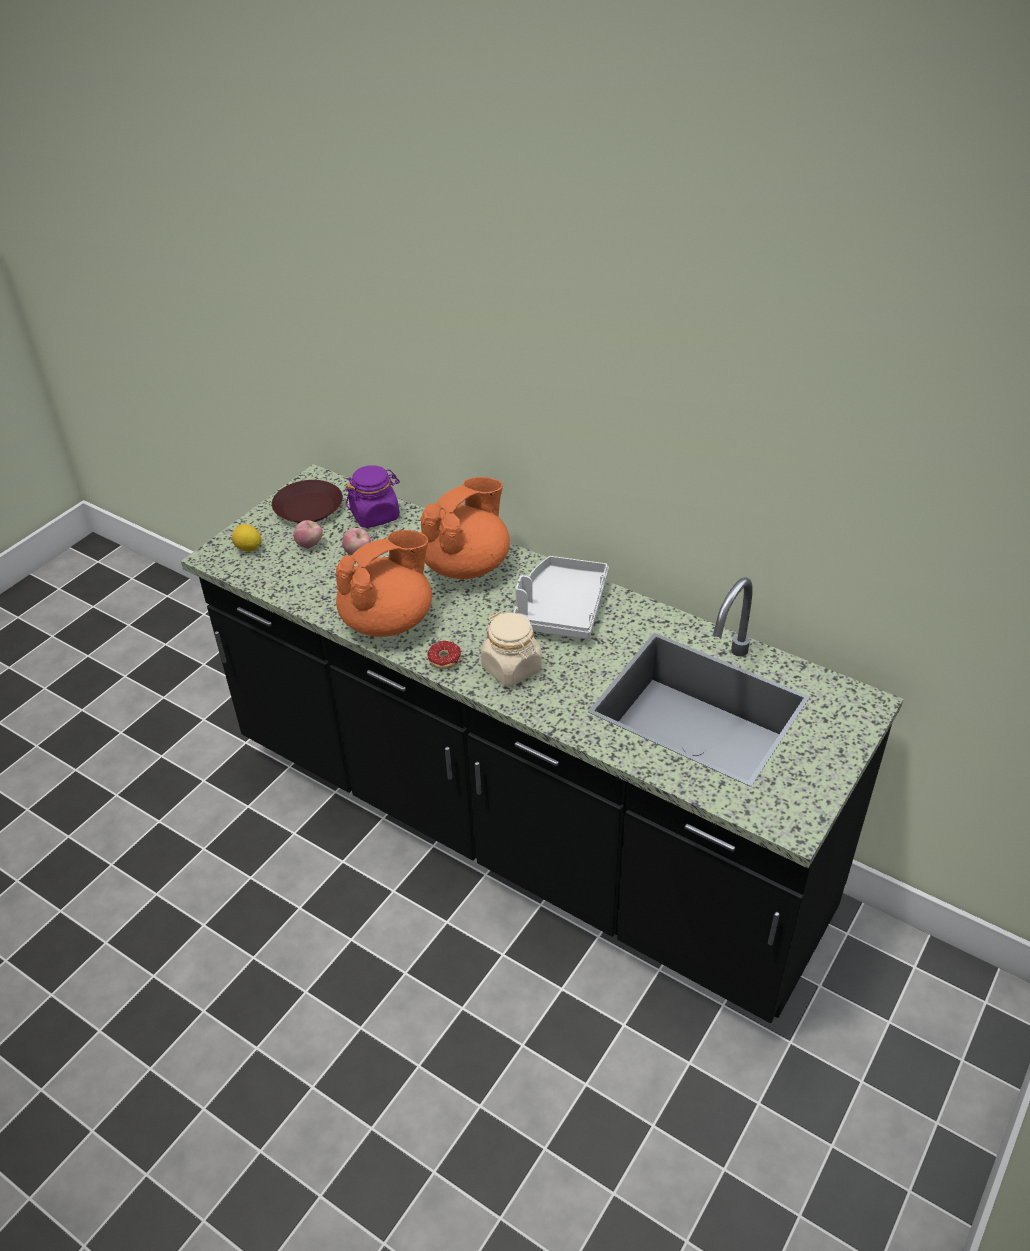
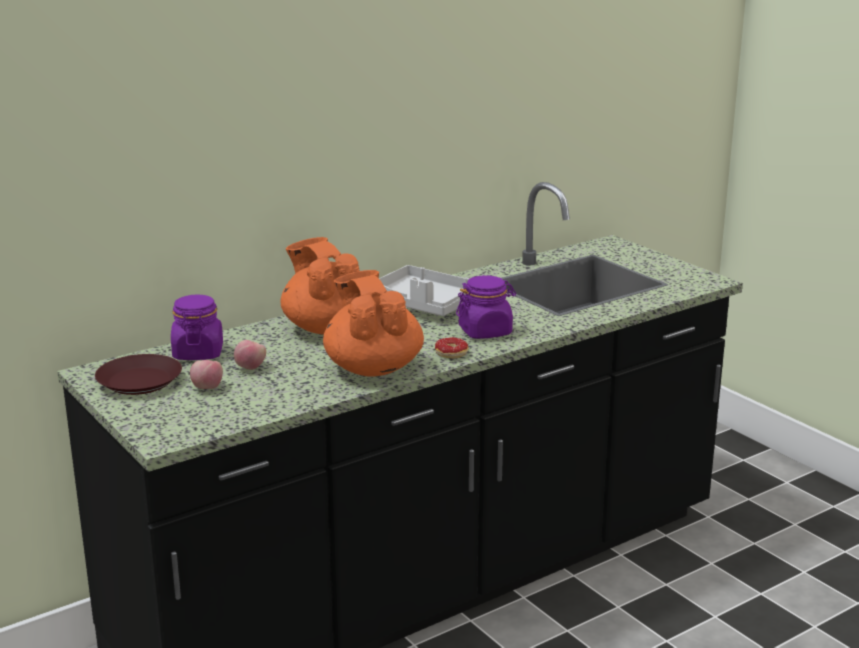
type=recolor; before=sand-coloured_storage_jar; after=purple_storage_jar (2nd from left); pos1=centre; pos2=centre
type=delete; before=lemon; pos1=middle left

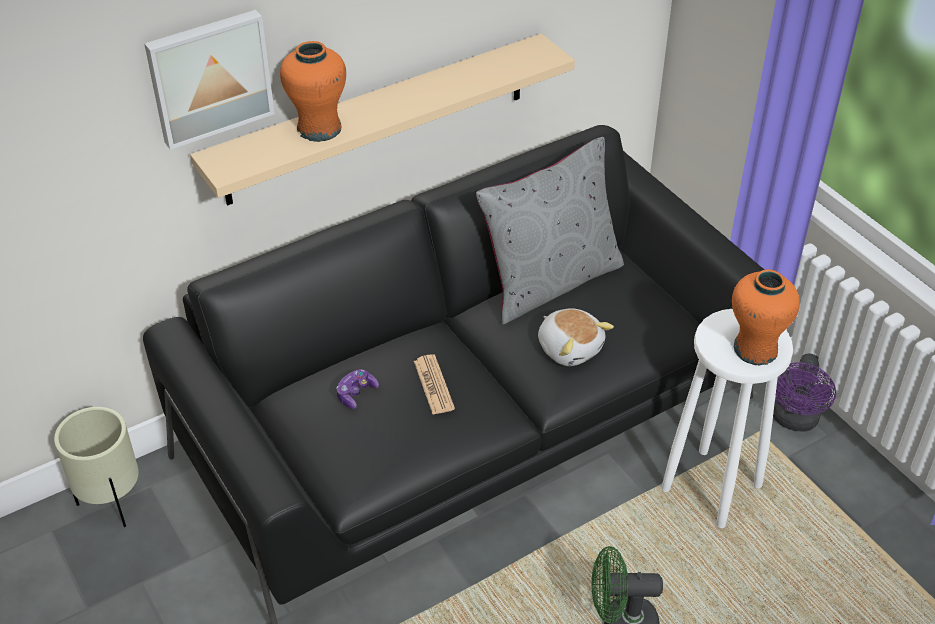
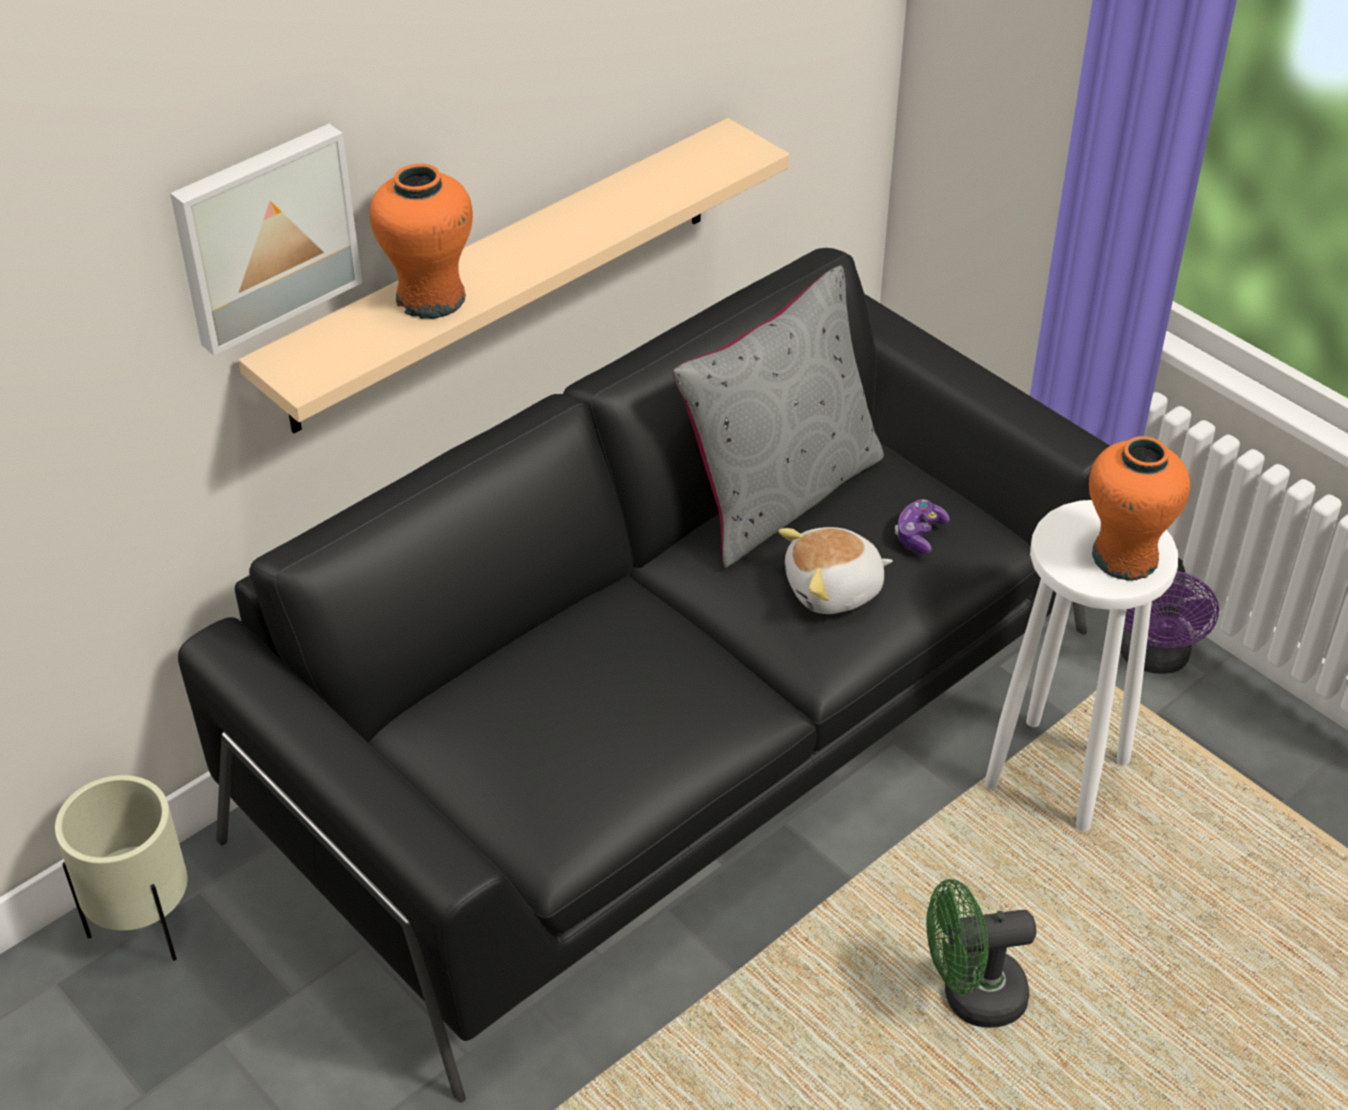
type=rotate; before=plush_toy; pos1=centre; pos2=centre; turn=120
type=move; before=game_controller; pos1=centre; pos2=middle right
type=delete; before=printed_paper; pos1=centre

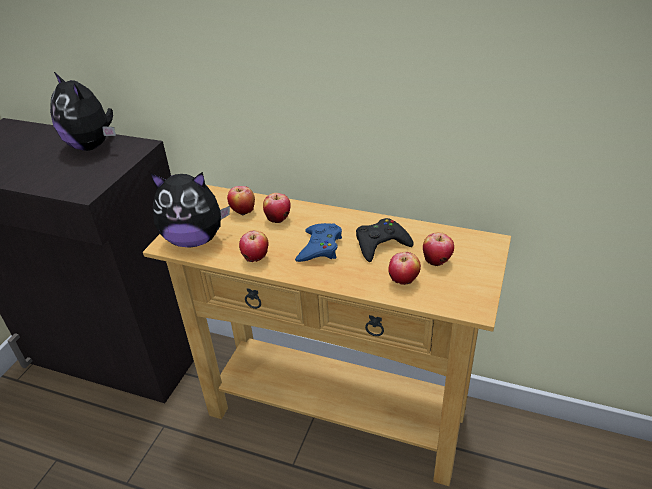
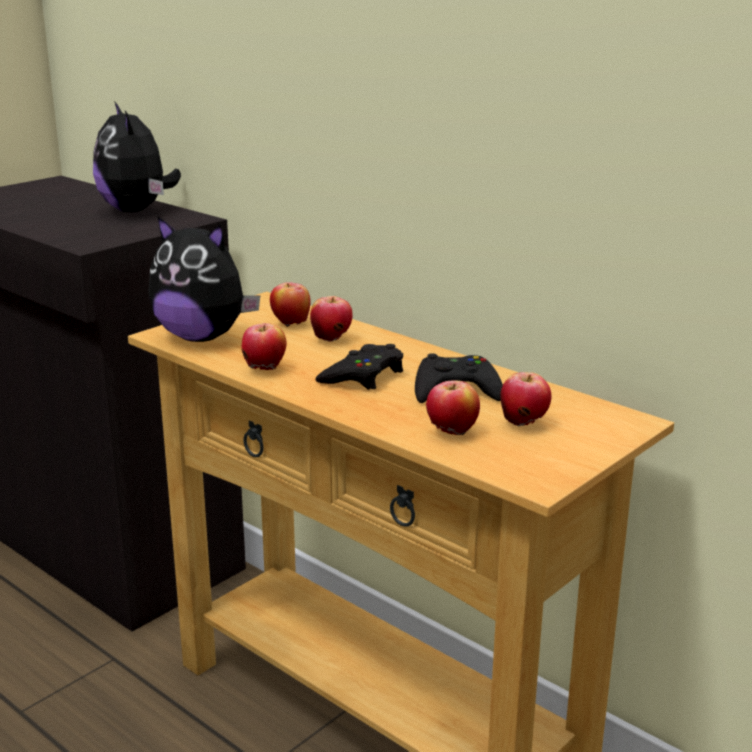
type=recolor; before=bluish_game_controller; after=black-coloured_game_controller (1st from left); pos1=centre; pos2=centre

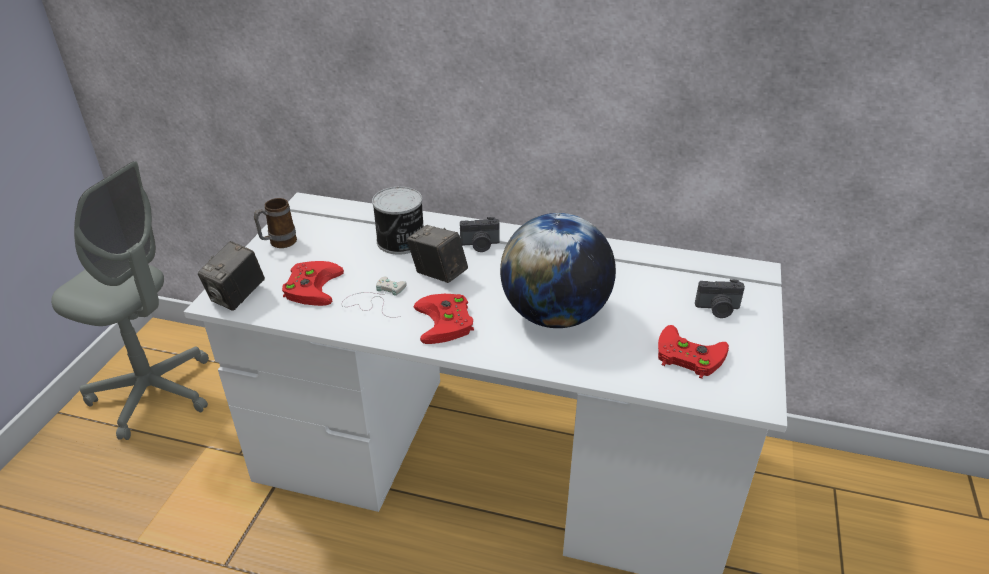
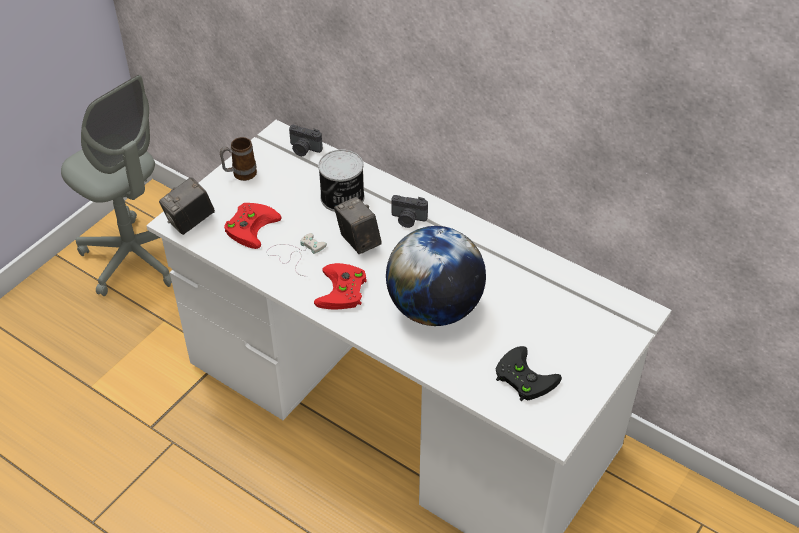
type=move; before=photo_camera (4th from left in the first image); after=photo_camera (2nd from left); pos1=middle right; pos2=top centre
type=recolor; before=reddish_game_controller (3rd from left); after=black-coloured_game_controller; pos1=middle right; pos2=bottom centre

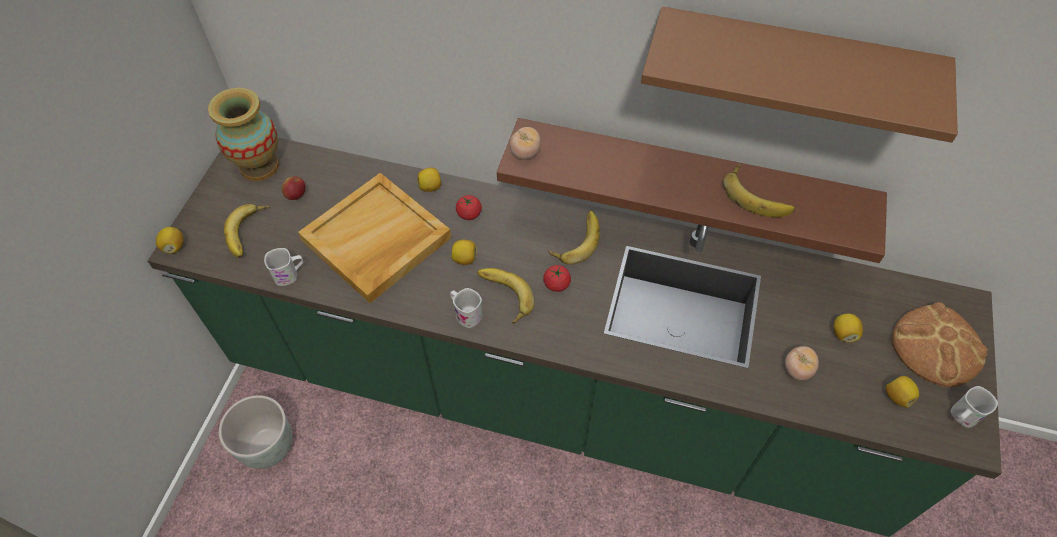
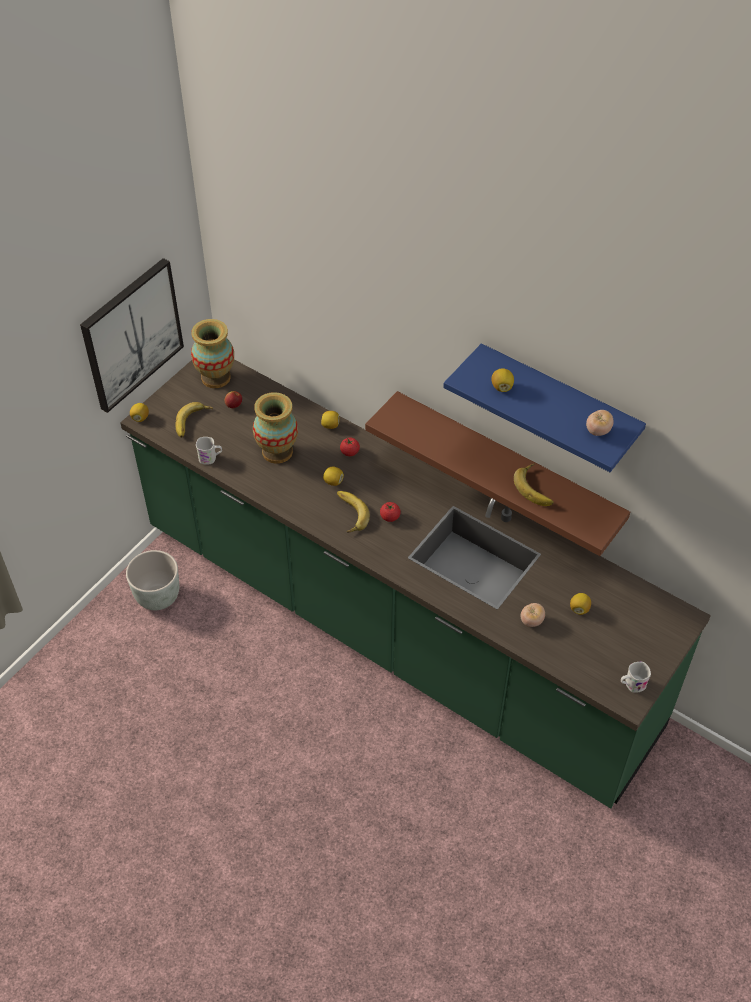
type=insert; after=wall_art; pos2=middle left
type=replace; before=sand-coloured_carrying_tray; after=flower_vase (2nd from left); pos1=centre; pos2=centre
type=recolor; before=brown_shelf (2nd from left); after=bluish_shelf; pos1=top right; pos2=middle right
type=move; before=lemon (5th from left in the first image); after=lemon (4th from left); pos1=bottom right; pos2=middle right
type=move; before=whole_tomato (2nd from left in the first image); after=whole_tomato (4th from left); pos1=top centre; pos2=middle right
type=delete; before=white-coloured_coffee_mug (2nd from left); pos1=centre
type=delete; before=banana_fruit (3rd from left); pos1=centre
type=delete; before=bread; pos1=middle right

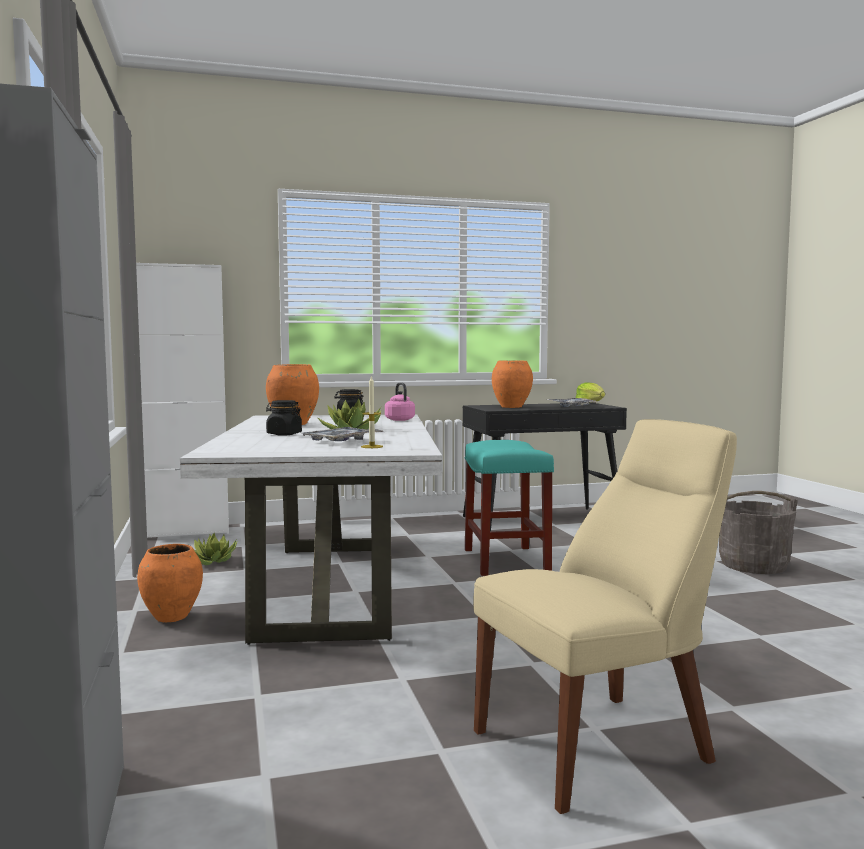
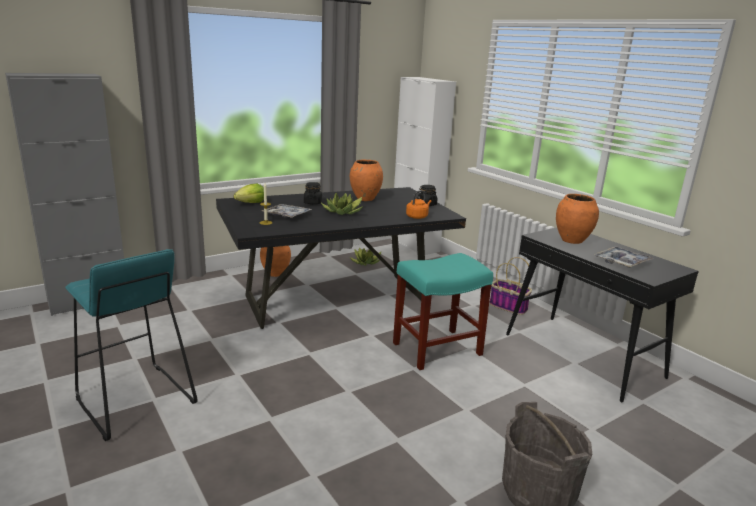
type=replace; before=sand-coloured_upright_chair; after=blue-green_sitting_stool (1st from left); pos1=bottom right; pos2=bottom left
type=recolor; before=white-coloured_dining_table; after=black-coloured_dining_table; pos1=centre; pos2=centre
type=move; before=lettuce; pos1=middle right; pos2=middle left
type=recolor; before=pinkish_water_kettle; after=orange-coloured_water_kettle; pos1=centre; pos2=centre
type=insert; after=storage_basket; pos2=middle right

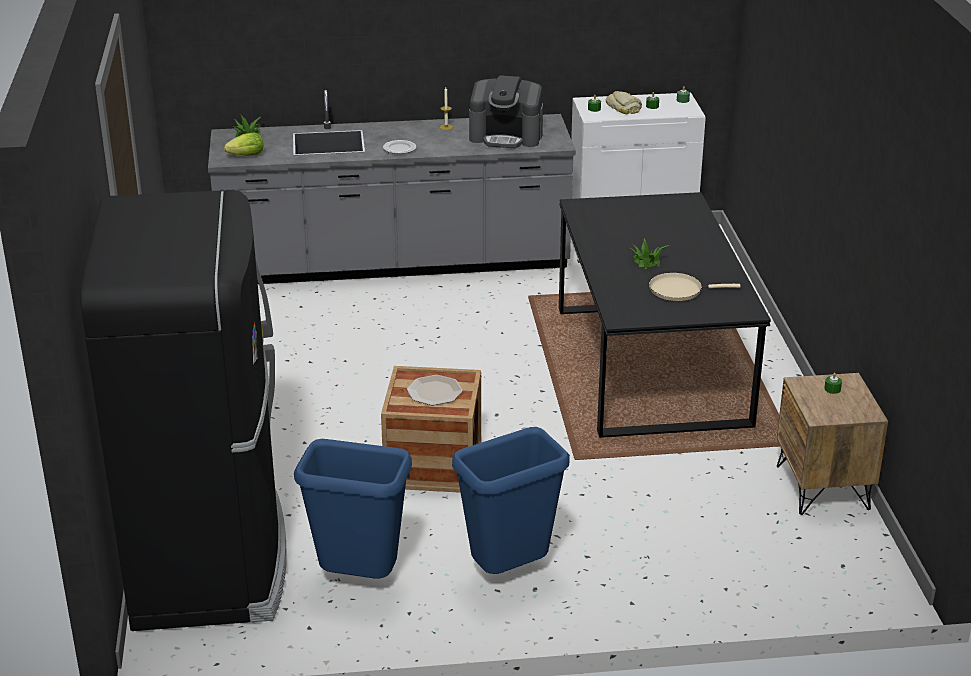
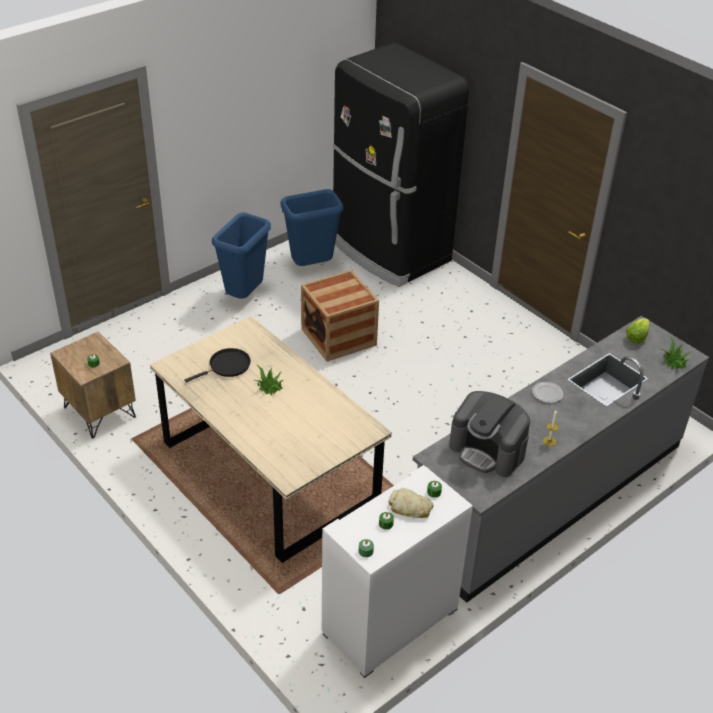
type=recolor; before=black-coloured_dining_table; after=sand-coloured_dining_table; pos1=middle right; pos2=centre
type=recolor; before=sand-coloured_pan; after=black-coloured_pan; pos1=middle right; pos2=middle left
type=rotate; before=coffee_maker; pos1=top centre; pos2=middle right; turn=-120
type=delete; before=flat_dish (2nd from left); pos1=centre

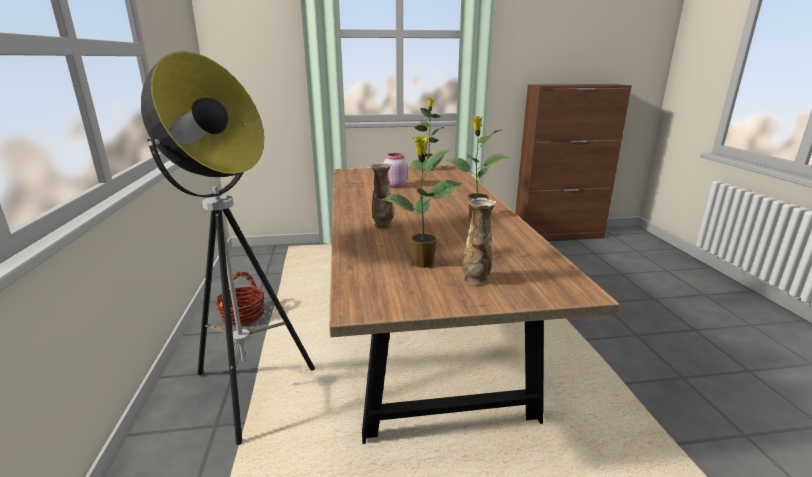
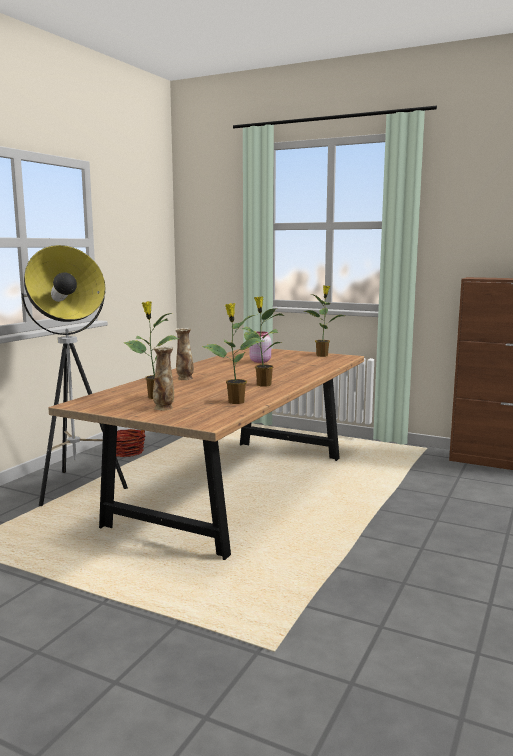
type=insert; after=houseplant (2nd from left); pos2=centre

